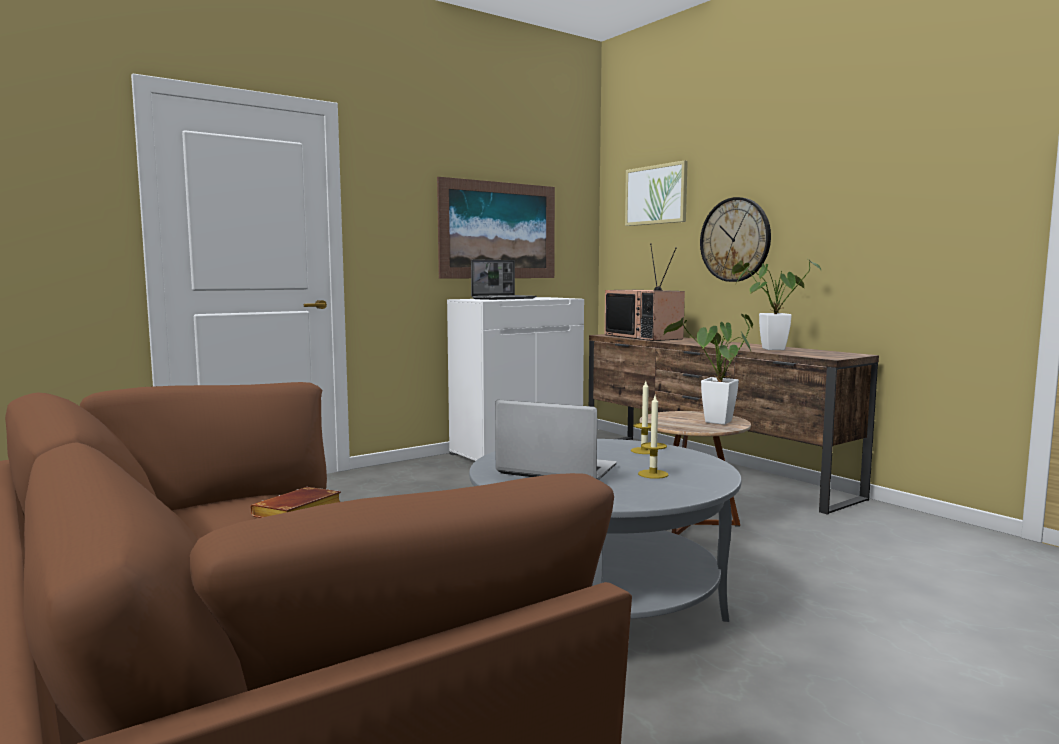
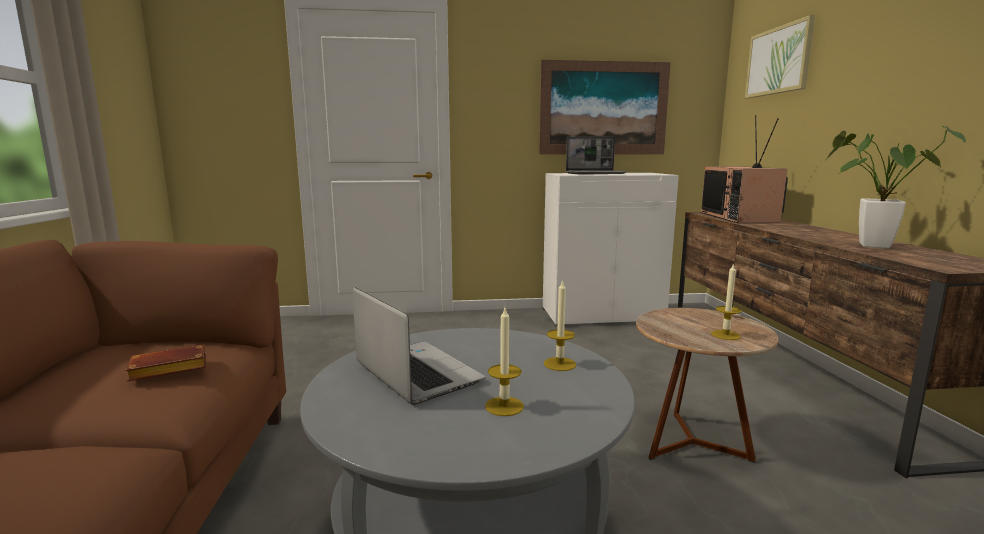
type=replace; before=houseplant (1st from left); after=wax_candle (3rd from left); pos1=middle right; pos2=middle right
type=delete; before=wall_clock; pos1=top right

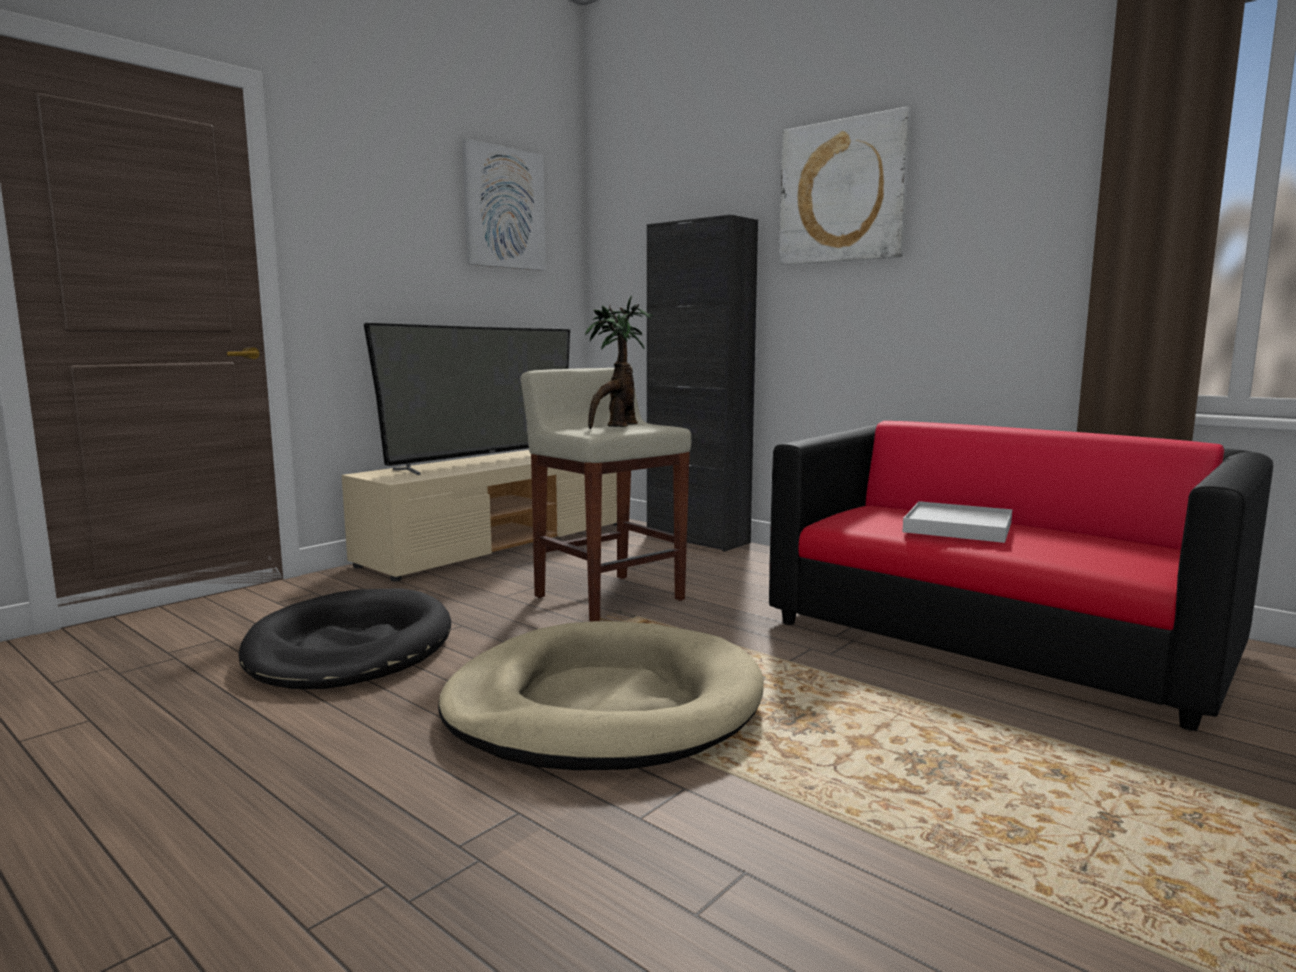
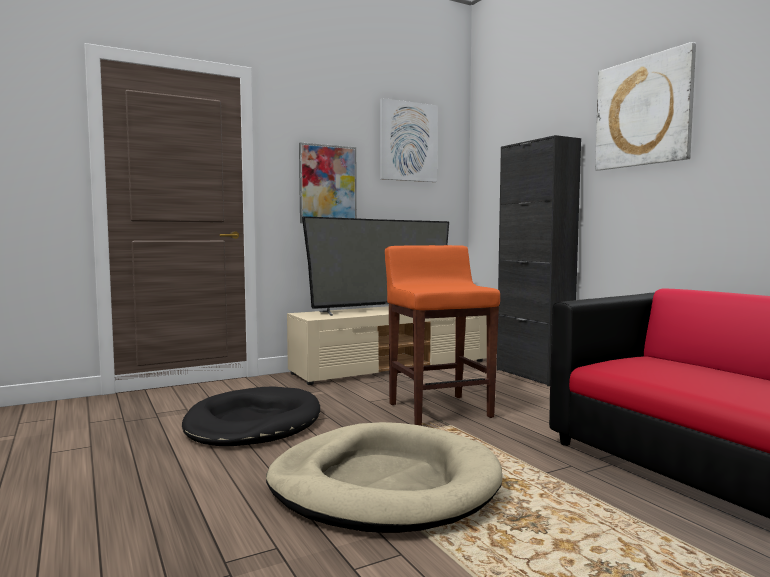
type=insert; after=wall_art (1st from left); pos2=top centre
type=recolor; before=sand-coloured_sitting_stool; after=orange-coloured_sitting_stool; pos1=centre; pos2=centre
type=delete; before=houseplant; pos1=centre
type=delete; before=white-coloured_carrying_tray; pos1=middle right

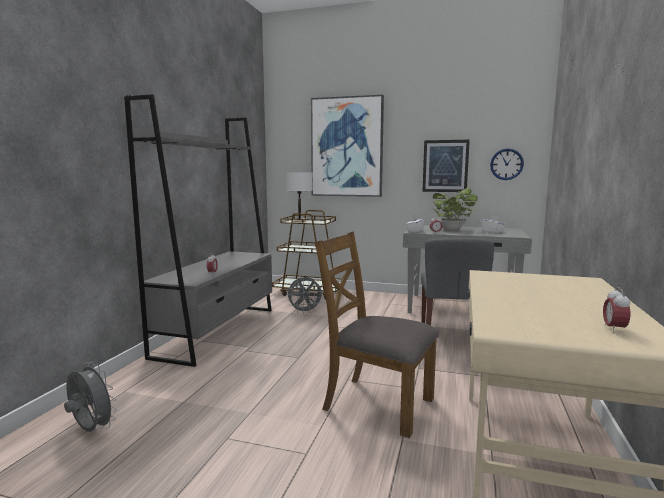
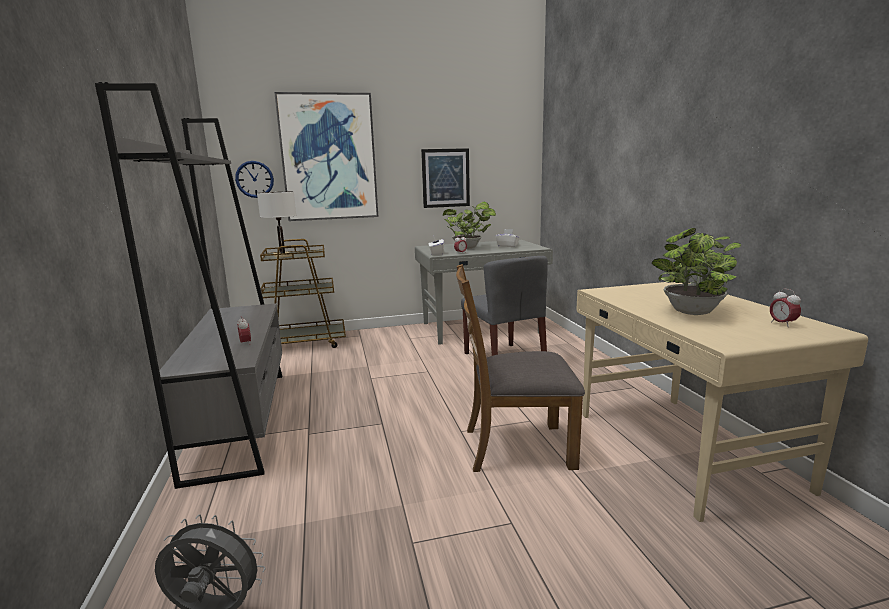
type=move; before=wall_clock; pos1=top right; pos2=top left
type=insert; after=houseplant (2nd from left); pos2=middle right
type=delete; before=greyish_electric_fan (2nd from left); pos1=centre

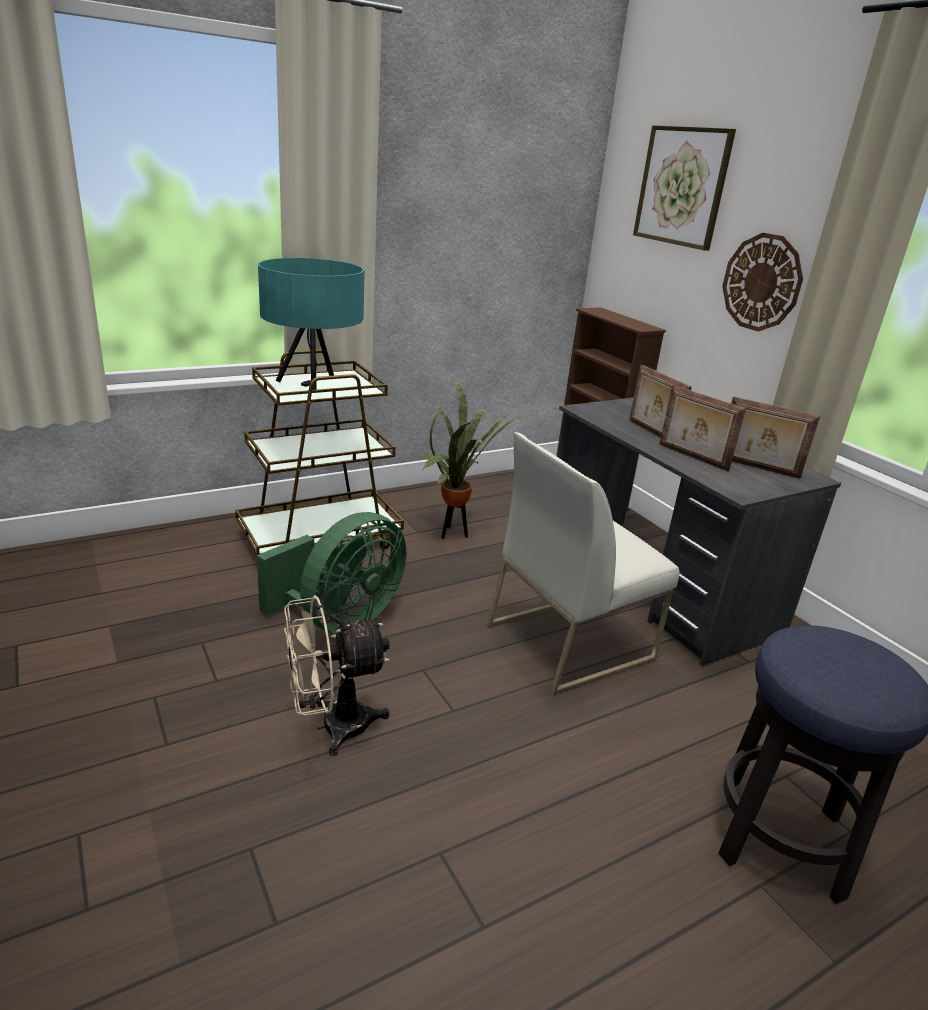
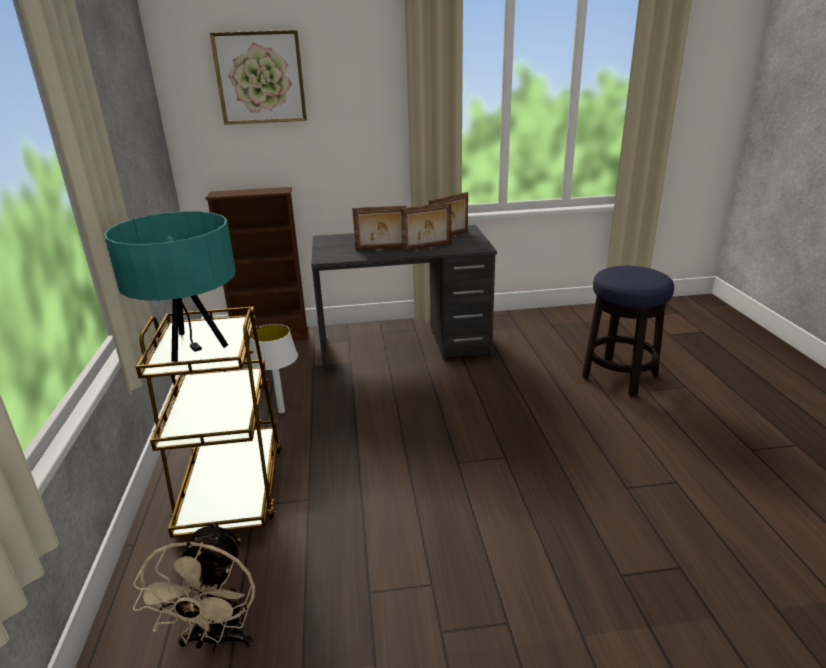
type=move; before=sand-coloured_electric_fan; pos1=bottom centre; pos2=bottom left
type=replace; before=houseplant; after=white-coloured_lamp_for_a_table; pos1=centre; pos2=middle left
type=delete; before=green_electric_fan; pos1=centre
type=delete; before=white-coloured_upright_chair; pos1=centre
type=delete; before=wall_clock; pos1=top right

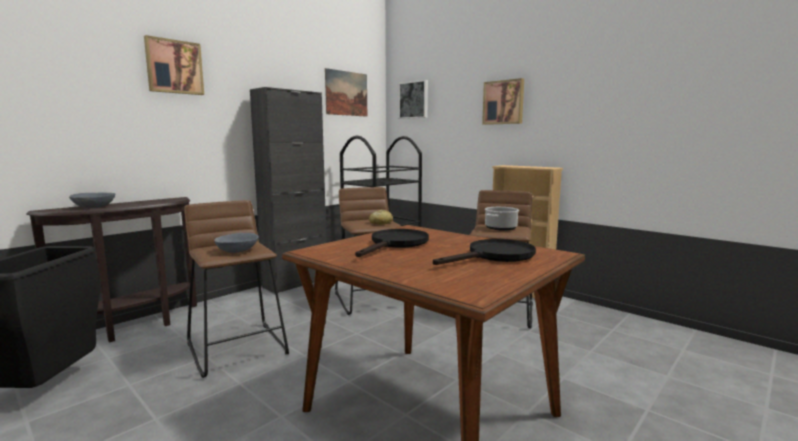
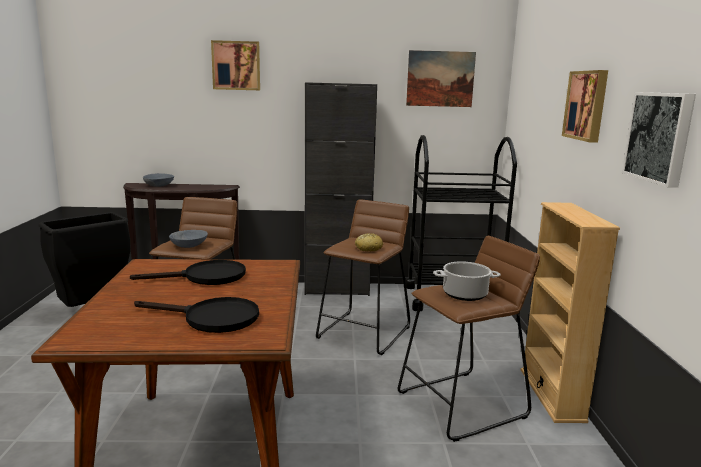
type=move; before=wall_art (3rd from left in the first image); after=wall_art (4th from left); pos1=top centre; pos2=top right

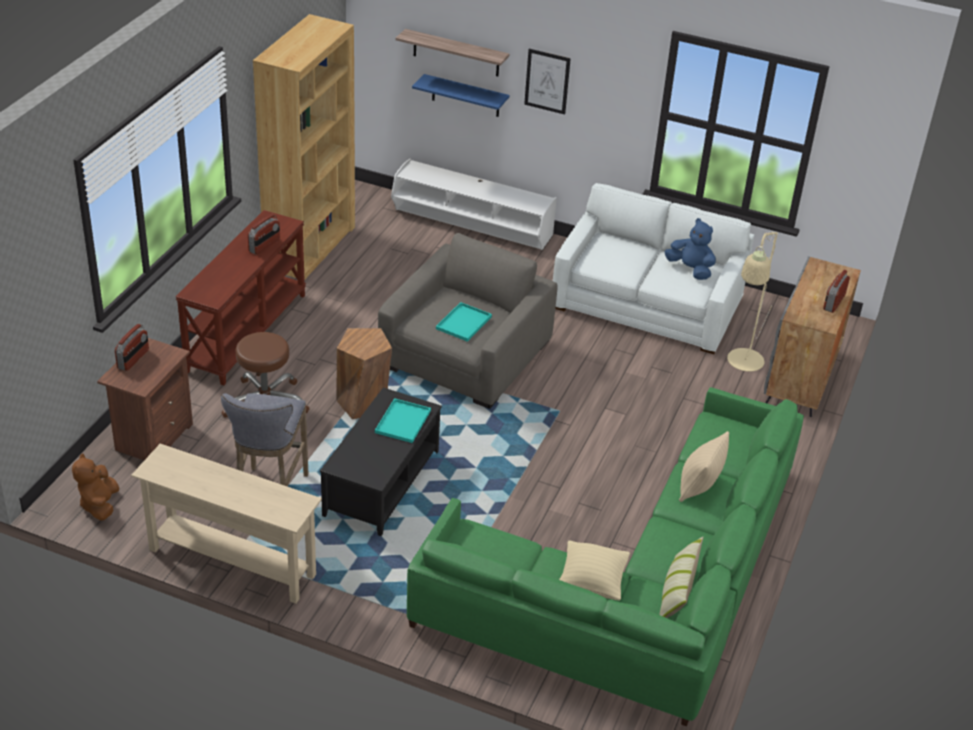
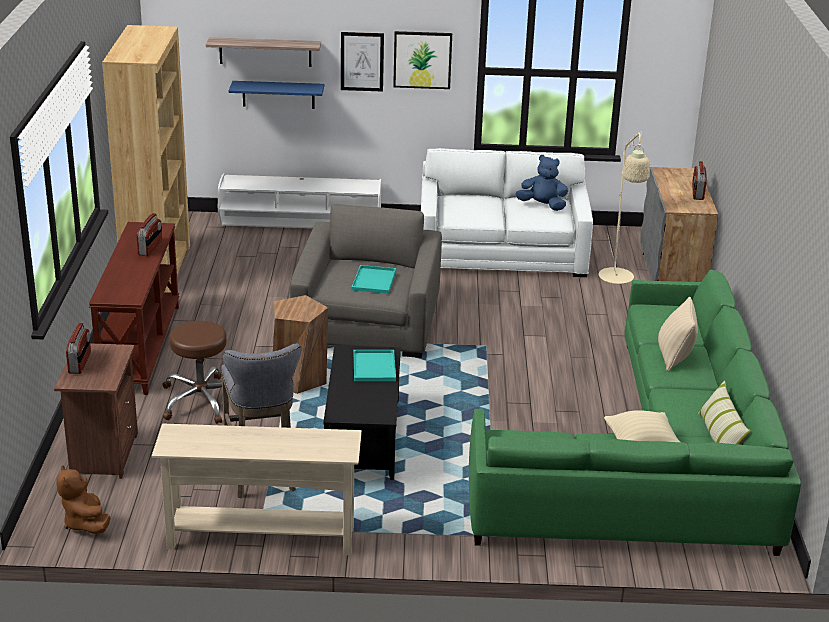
type=insert; after=wall_art (2nd from left); pos2=top centre

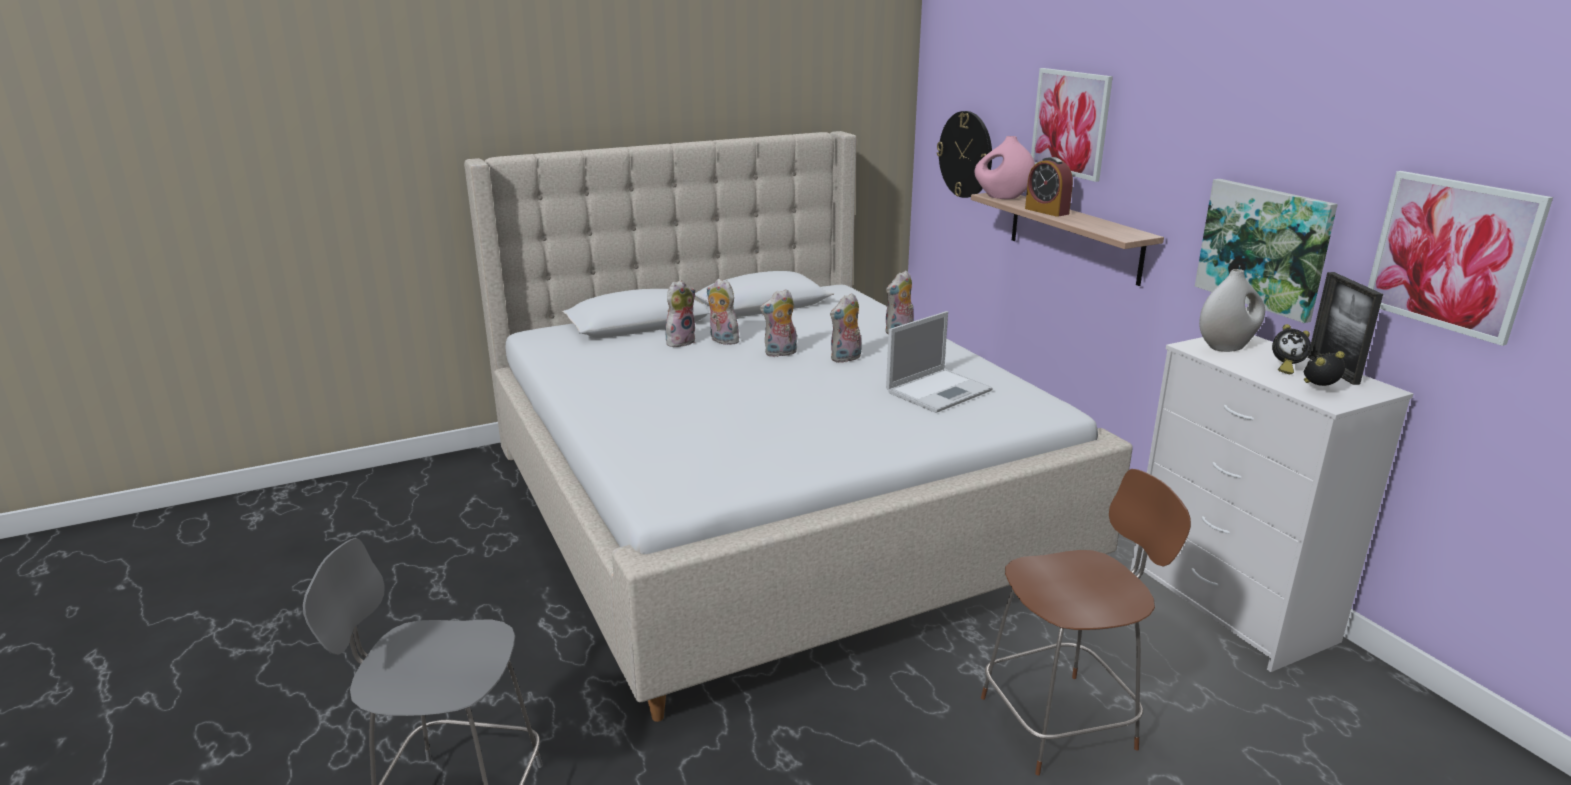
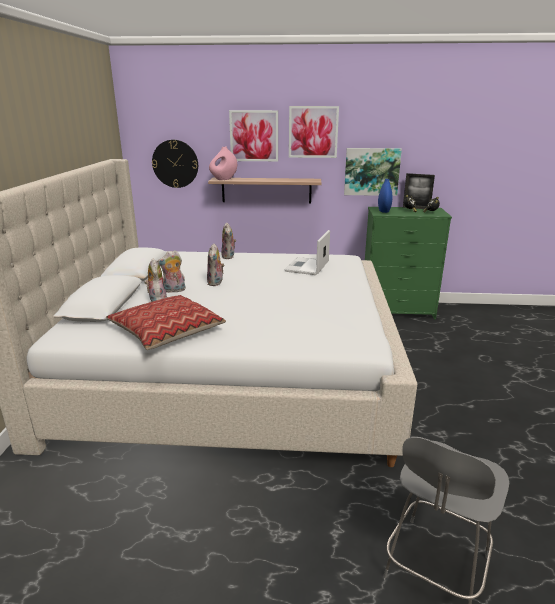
type=insert; after=pillow; pos2=middle left
type=rotate; before=portable_computer; pos1=centre; pos2=centre; turn=-150
type=move; before=wall_art (3rd from left in the first image); after=wall_art (2nd from left); pos1=top right; pos2=top centre
type=recolor; before=white-coloured_drawer_chest; after=green_drawer_chest; pos1=middle right; pos2=middle right
type=recolor; before=white-coloured_flower_vase; after=bluish_flower_vase; pos1=middle right; pos2=top right
type=delete; before=plush_toy (4th from left); pos1=centre
type=delete; before=brown_upright_chair; pos1=bottom right
type=delete; before=alarm_clock (1st from left); pos1=top right

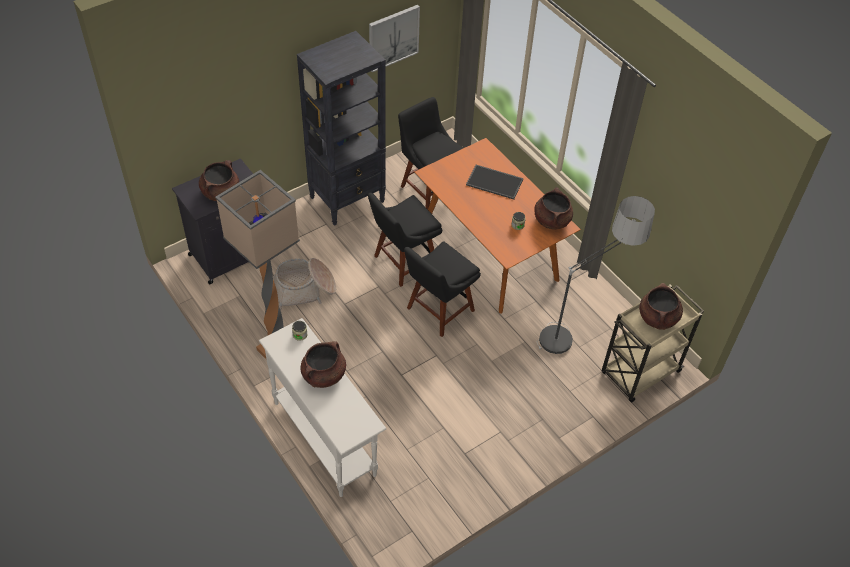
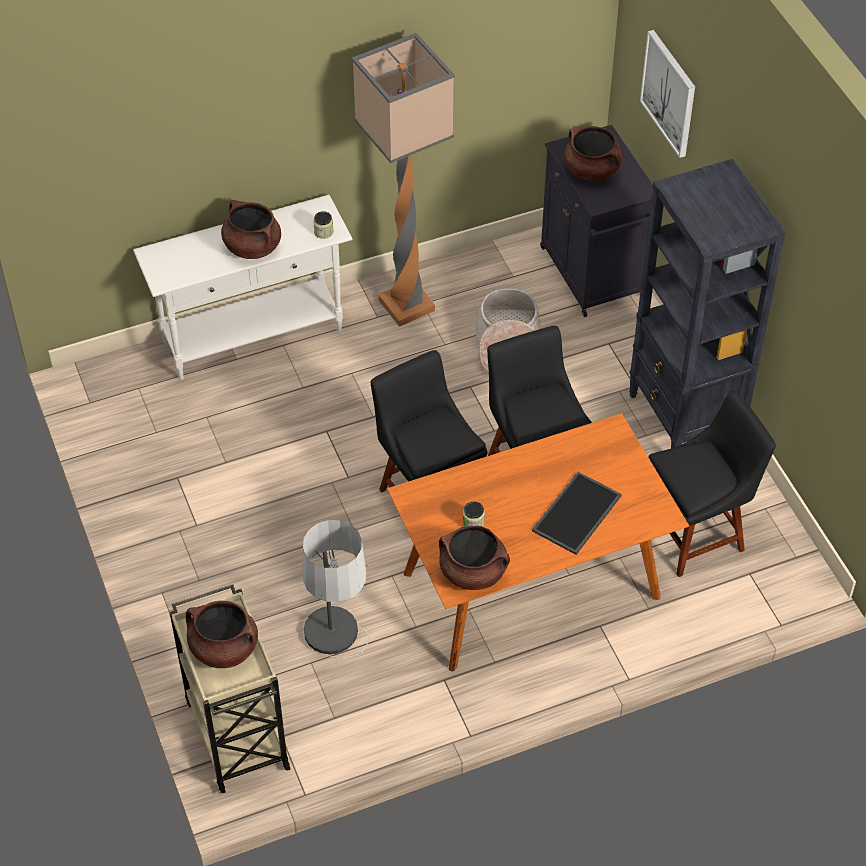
type=move; before=wall_art; pos1=top centre; pos2=top right

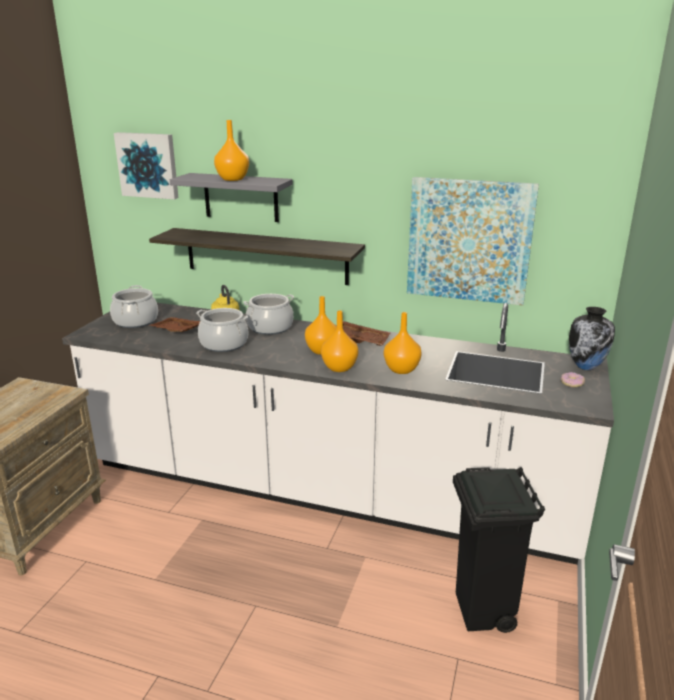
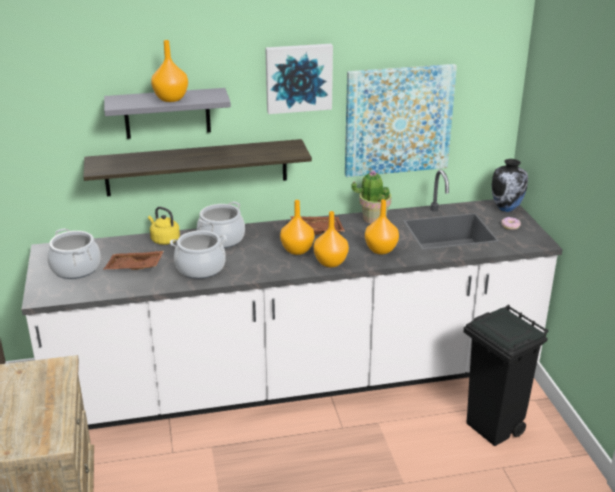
type=move; before=wall_art (1st from left); pos1=top left; pos2=top centre
type=insert; after=houseplant; pos2=centre

